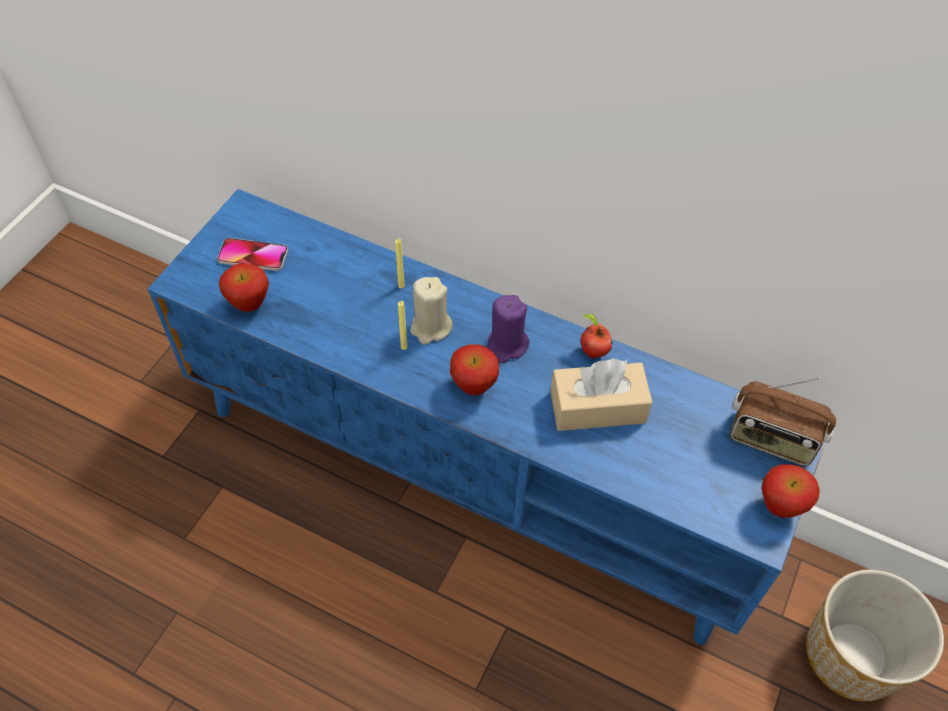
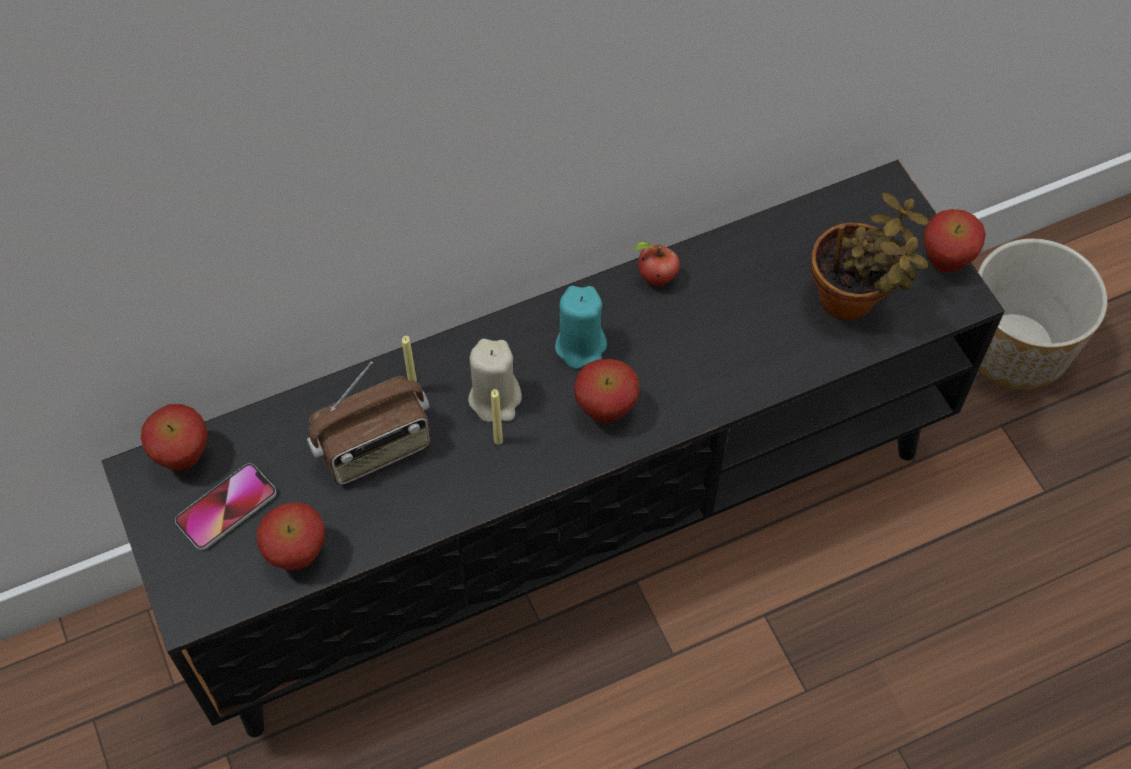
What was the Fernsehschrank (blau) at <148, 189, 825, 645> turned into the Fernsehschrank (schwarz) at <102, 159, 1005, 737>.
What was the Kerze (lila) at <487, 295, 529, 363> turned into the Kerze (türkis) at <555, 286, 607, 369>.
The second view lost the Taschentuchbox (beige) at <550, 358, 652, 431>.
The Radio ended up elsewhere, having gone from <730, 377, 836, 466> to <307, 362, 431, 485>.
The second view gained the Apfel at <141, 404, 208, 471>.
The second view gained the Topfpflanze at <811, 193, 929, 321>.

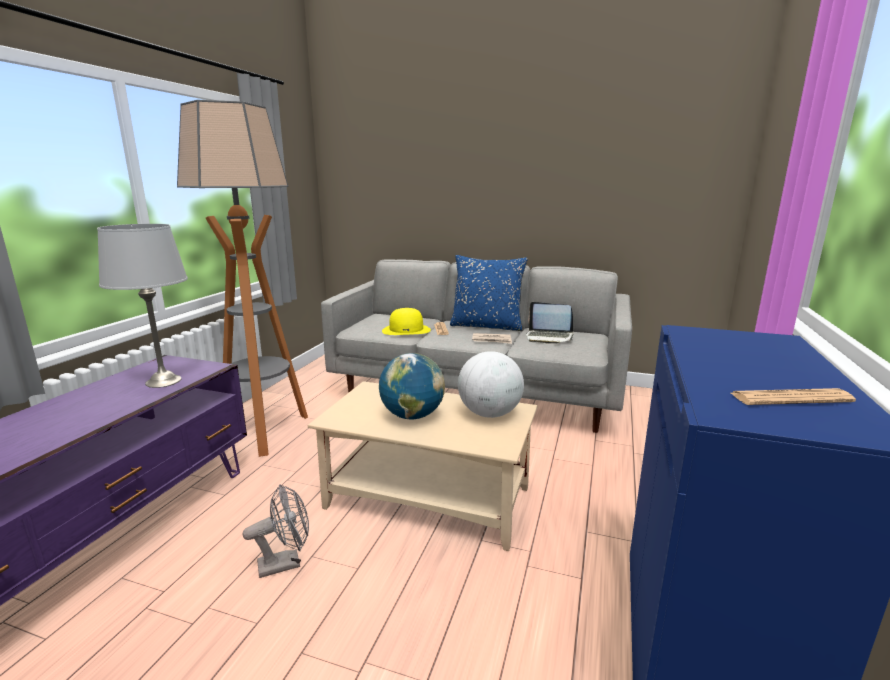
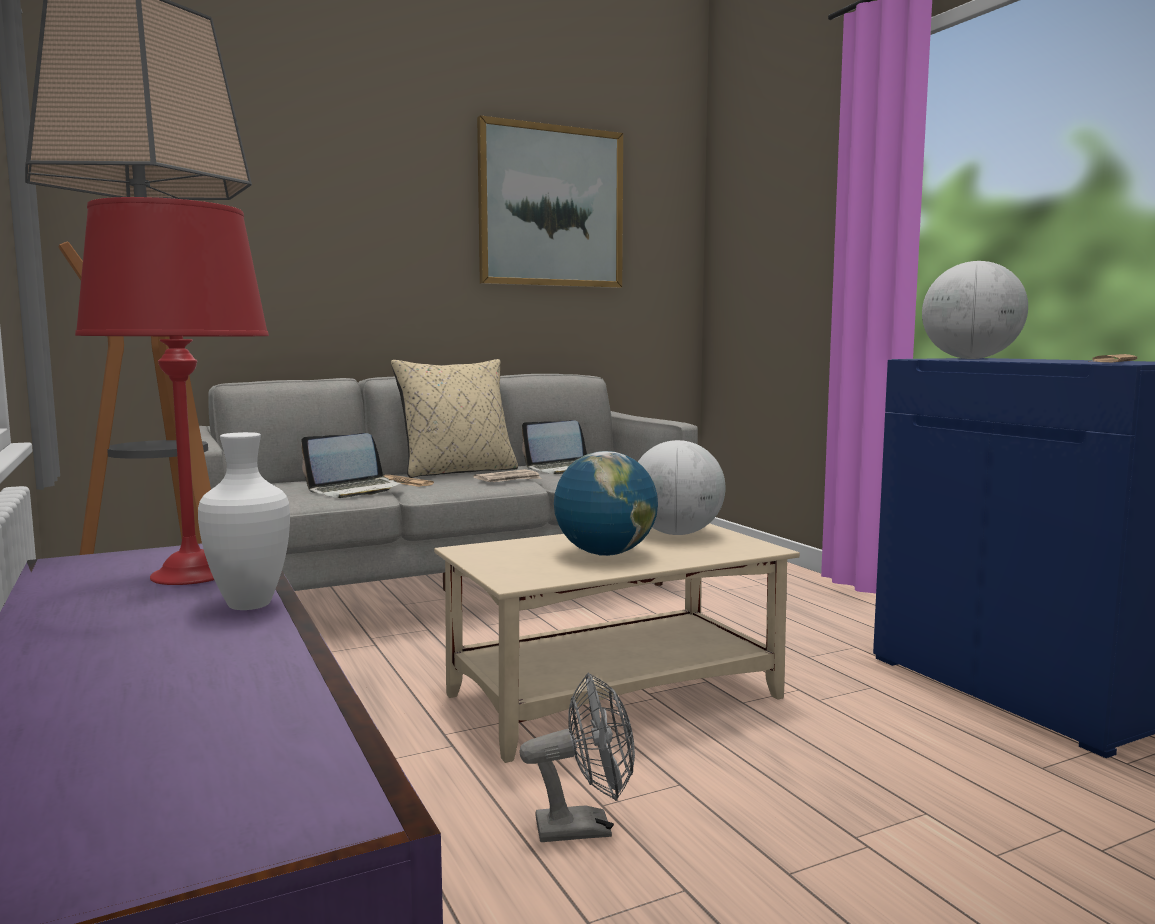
What was the Tischlampe (grau) at <97, 224, 188, 388> turned into the Tischlampe (rot) at <75, 197, 269, 585>.
The Ventilator (grau) at <243, 484, 309, 578> ended up facing another way, 60 degrees clockwise from before.
Where the Hut (gelb) stood at <382, 308, 431, 335>, the Laptop came to stand at <301, 433, 404, 498>.
What was the Kissen (blau) at <450, 255, 528, 331> turned into the Kissen (beige) at <391, 359, 518, 478>.
The second view gained the Vase (weiß) at <198, 432, 290, 610>.
The second view gained the Bild at <477, 115, 623, 288>.
The second view gained the Globus at <922, 261, 1028, 359>.

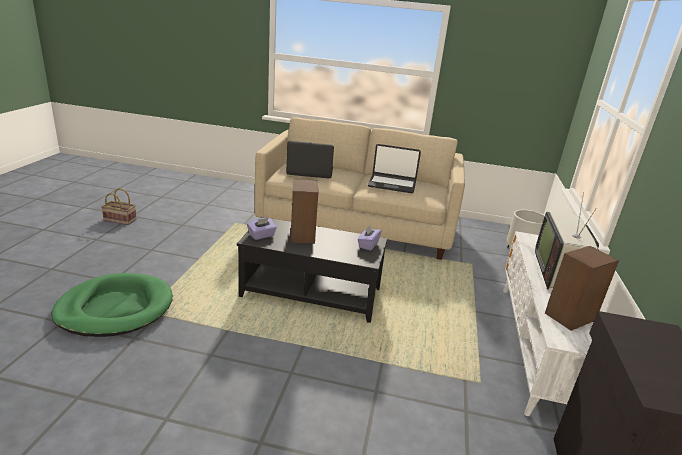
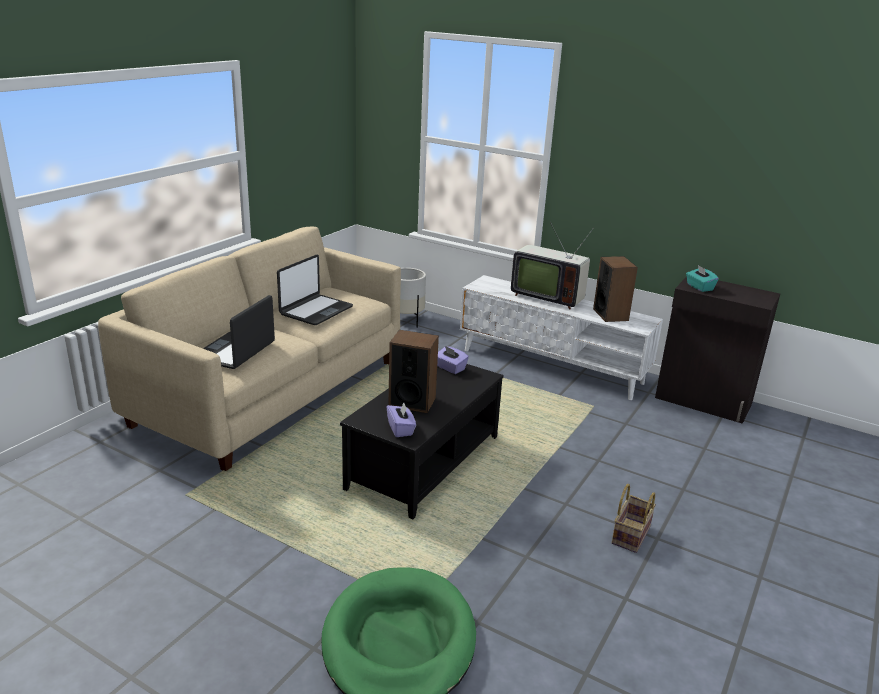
The Korb ended up elsewhere, having gone from <101, 188, 137, 225> to <612, 484, 656, 553>.
The second view gained the Taschentuchbox (türkis) at <686, 265, 719, 292>.

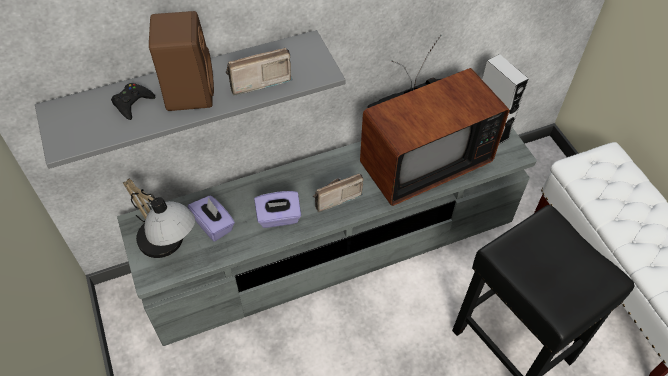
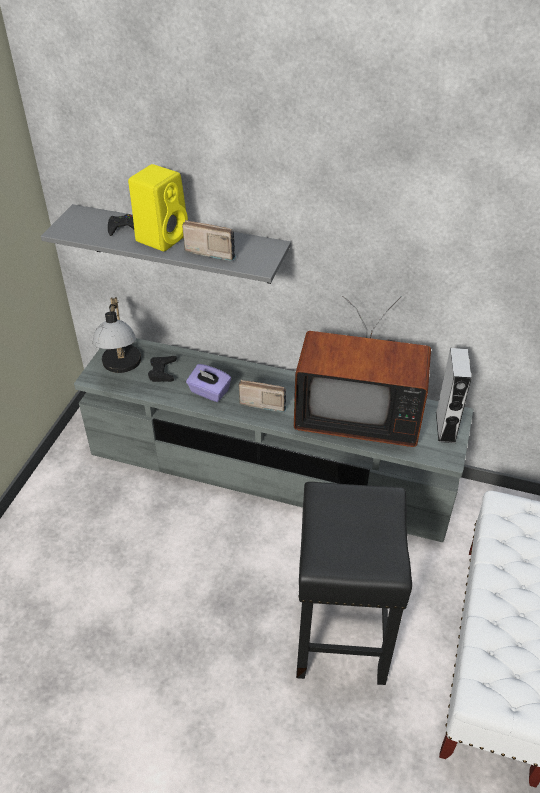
What was the Lautsprecher (braun) at <149, 11, 214, 111> turned into the Lautsprecher (gelb) at <128, 164, 188, 251>.
Where the Taschentuchbox (lila) stood at <188, 195, 235, 242>, the Gamepad (schwarz) came to stand at <148, 356, 177, 382>.

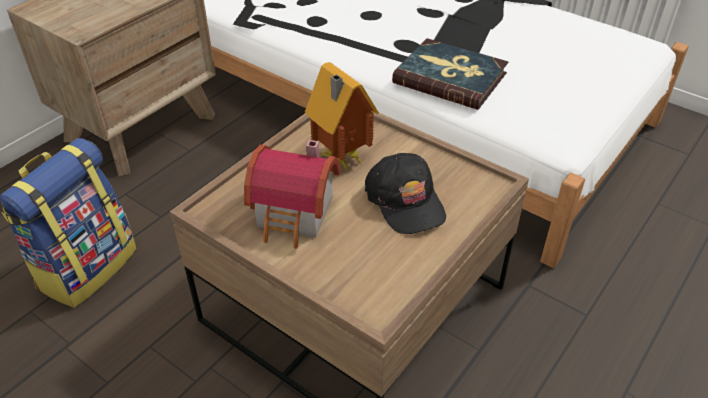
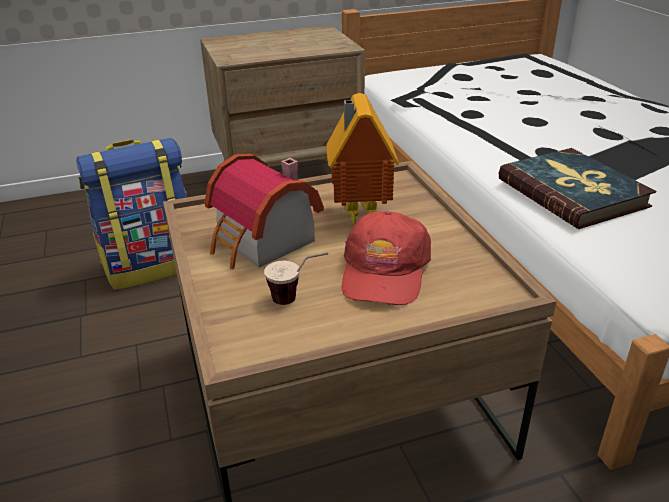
What was the Kappe (schwarz) at <365, 153, 446, 234> turned into the Kappe (rot) at <342, 211, 431, 305>.
The second view gained the Tasse at <264, 253, 328, 305>.

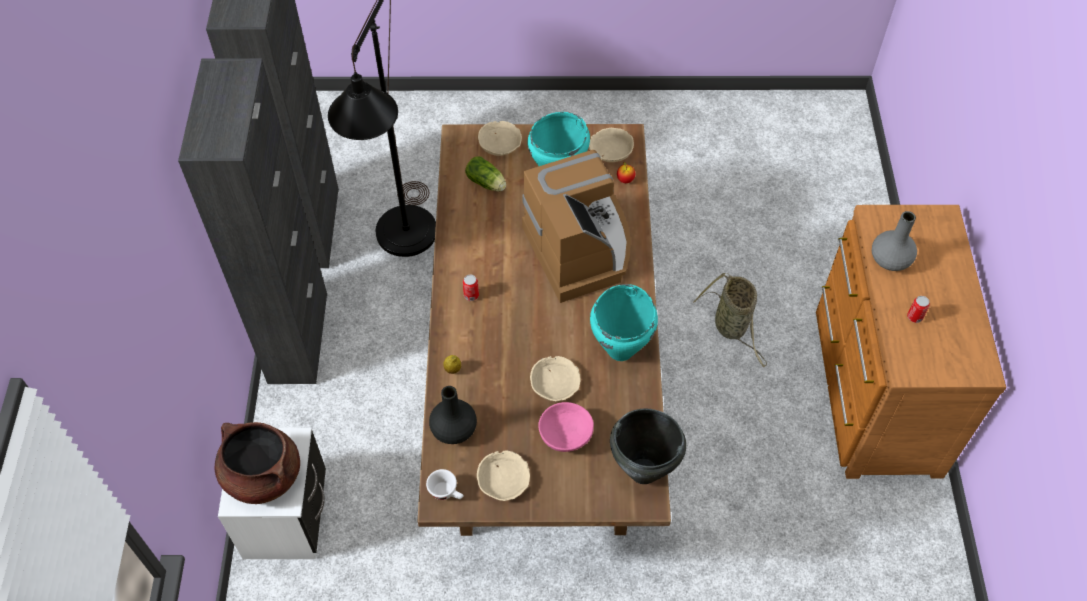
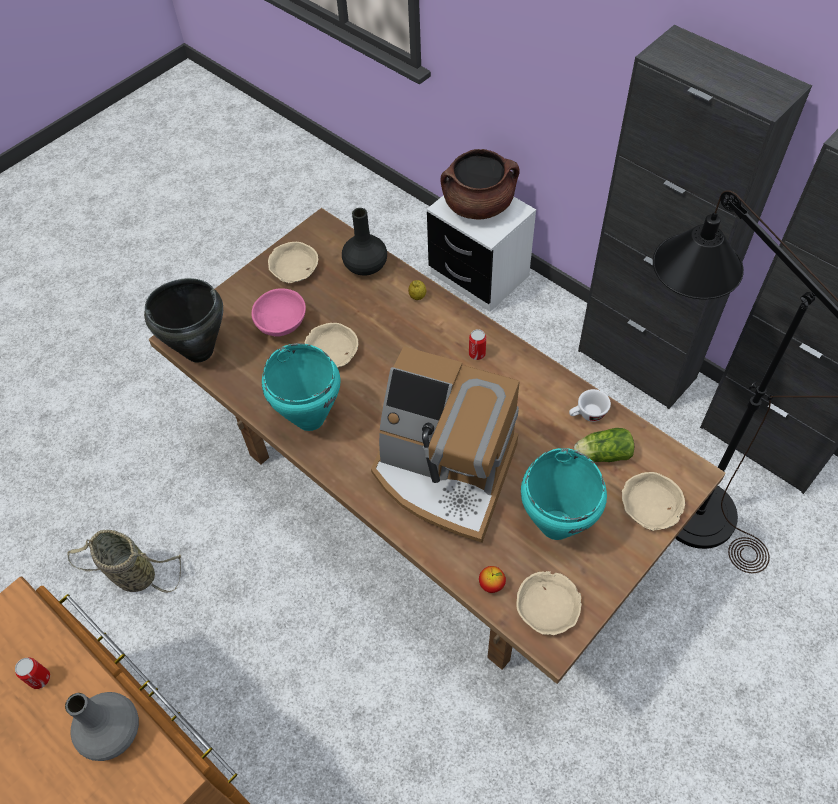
The Tasse (weiß) ended up elsewhere, having gone from <426, 469, 463, 500> to <569, 389, 611, 422>.
The Korb ended up elsewhere, having gone from <693, 273, 767, 367> to <68, 530, 181, 593>.

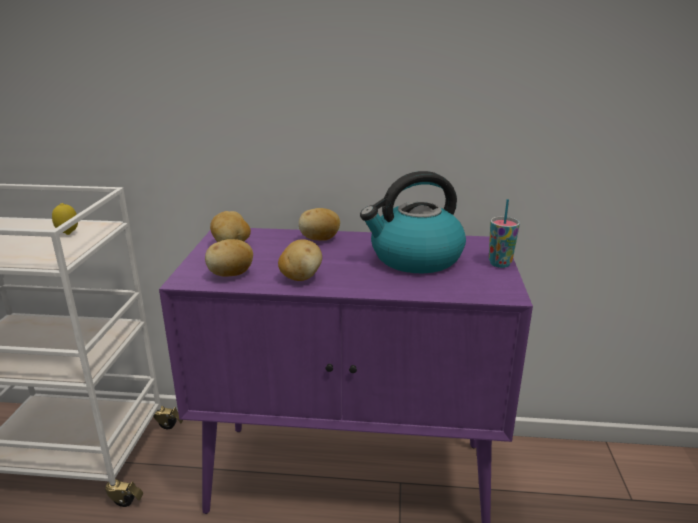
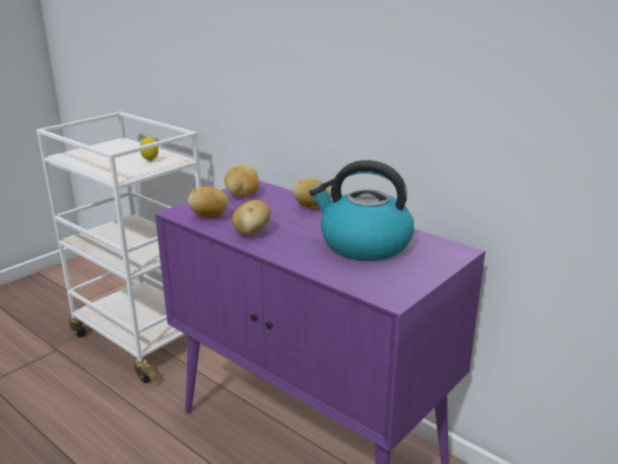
The second view lost the Tasse at <489, 199, 520, 268>.

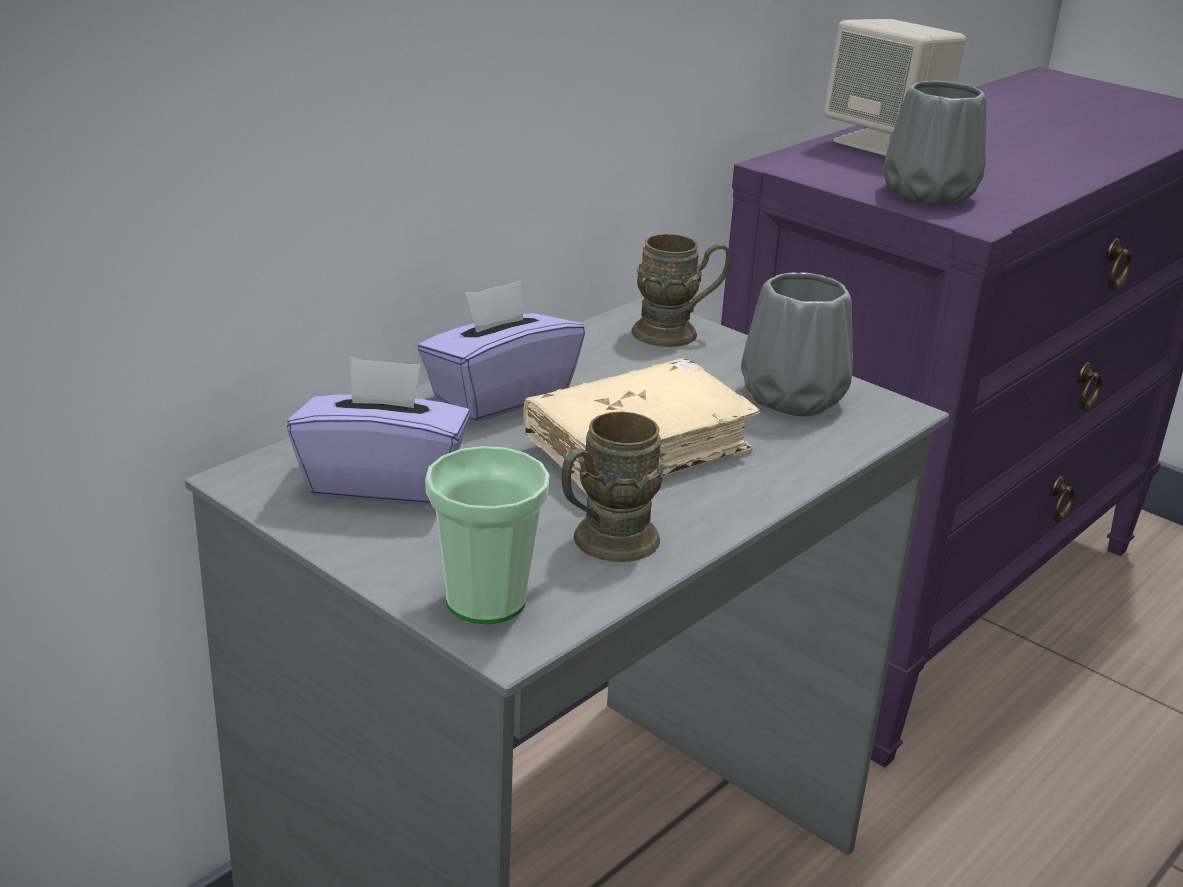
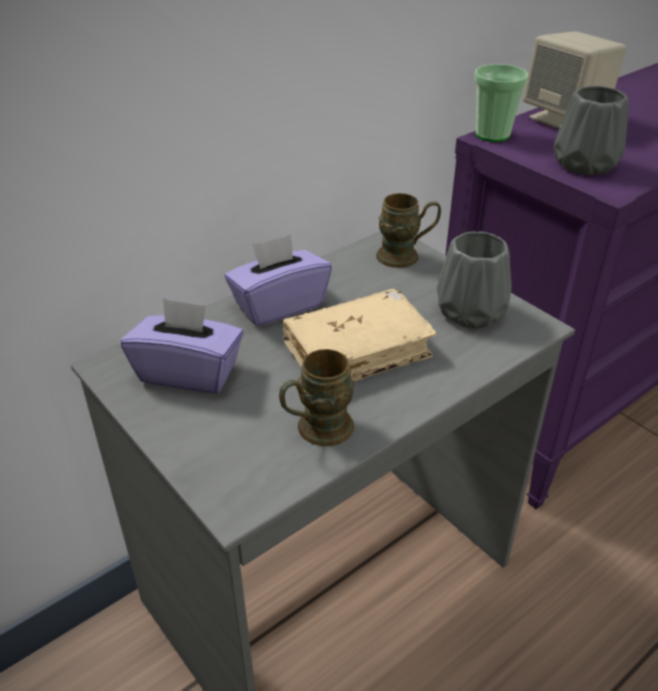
The Tasse ended up elsewhere, having gone from <425, 446, 549, 624> to <474, 64, 528, 142>.

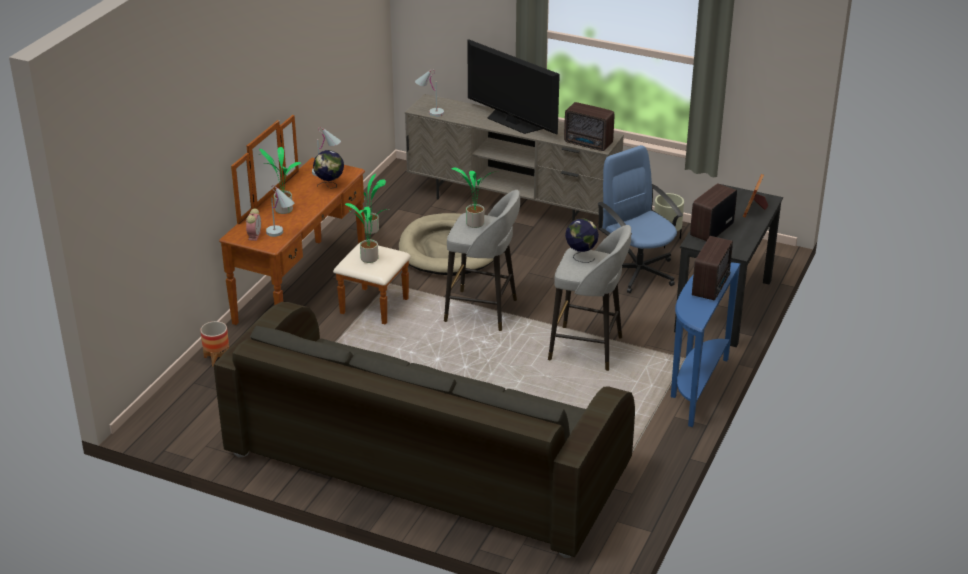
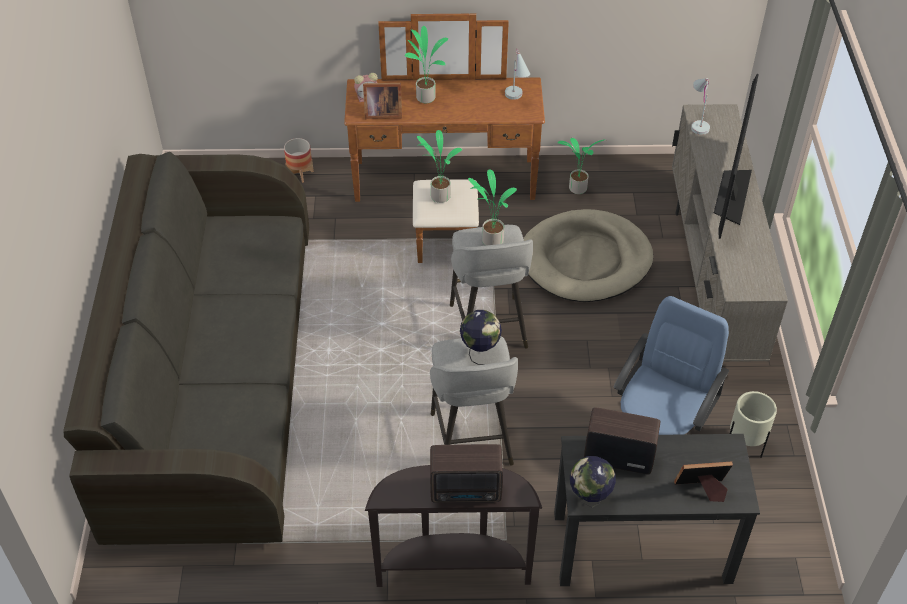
Where the Tischlampe (weiß) stood at <266, 185, 294, 237>, the Bilderrahmen came to stand at <363, 83, 402, 119>.
The Globus ended up elsewhere, having gone from <313, 150, 344, 189> to <570, 456, 616, 508>.
The second view lost the Radio at <564, 102, 614, 151>.
What was the Konsolentisch (blau) at <671, 262, 741, 427> turned into the Konsolentisch (braun) at <365, 465, 542, 587>.

